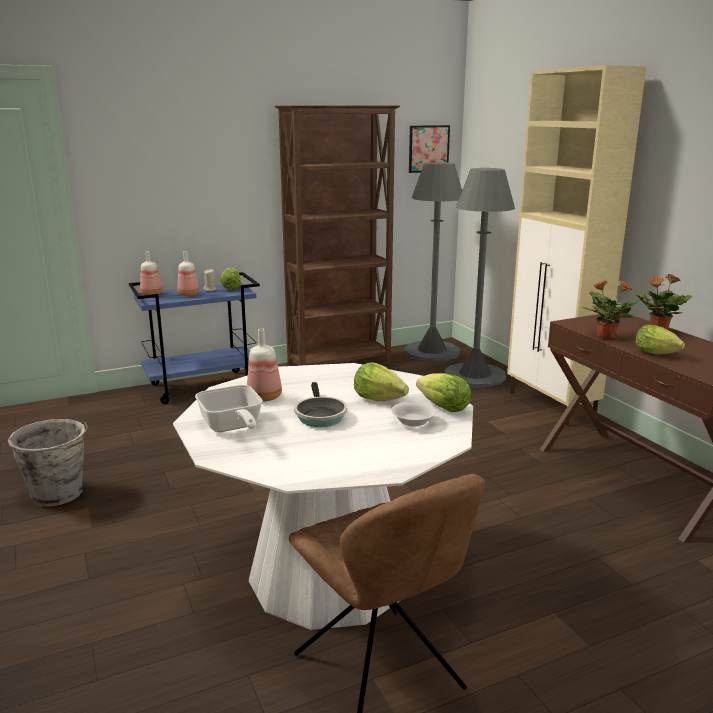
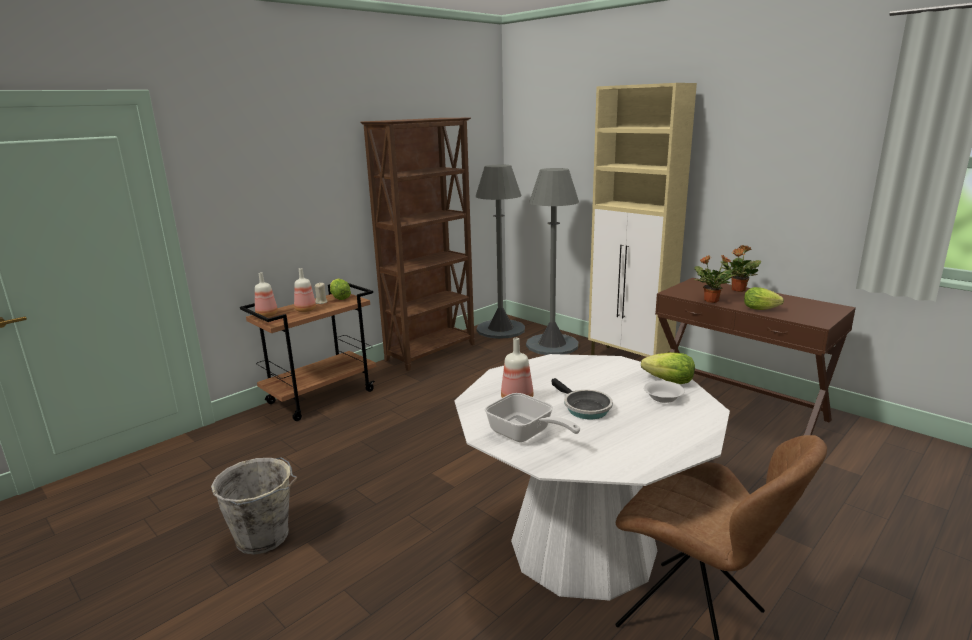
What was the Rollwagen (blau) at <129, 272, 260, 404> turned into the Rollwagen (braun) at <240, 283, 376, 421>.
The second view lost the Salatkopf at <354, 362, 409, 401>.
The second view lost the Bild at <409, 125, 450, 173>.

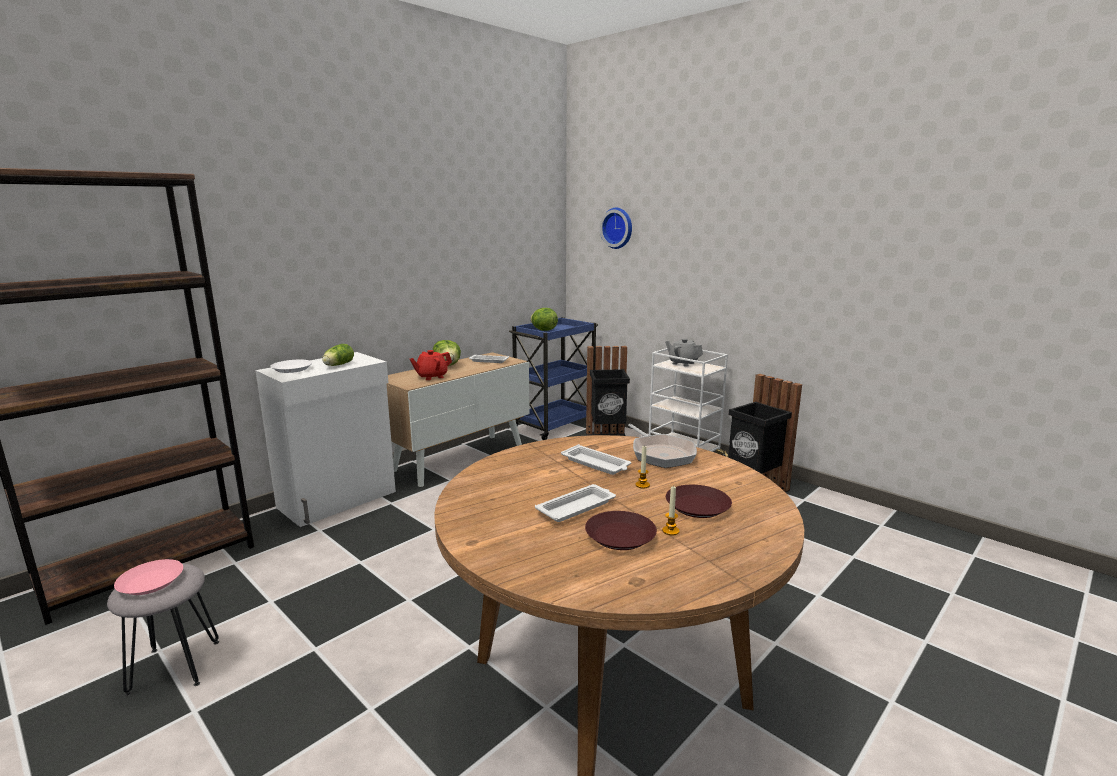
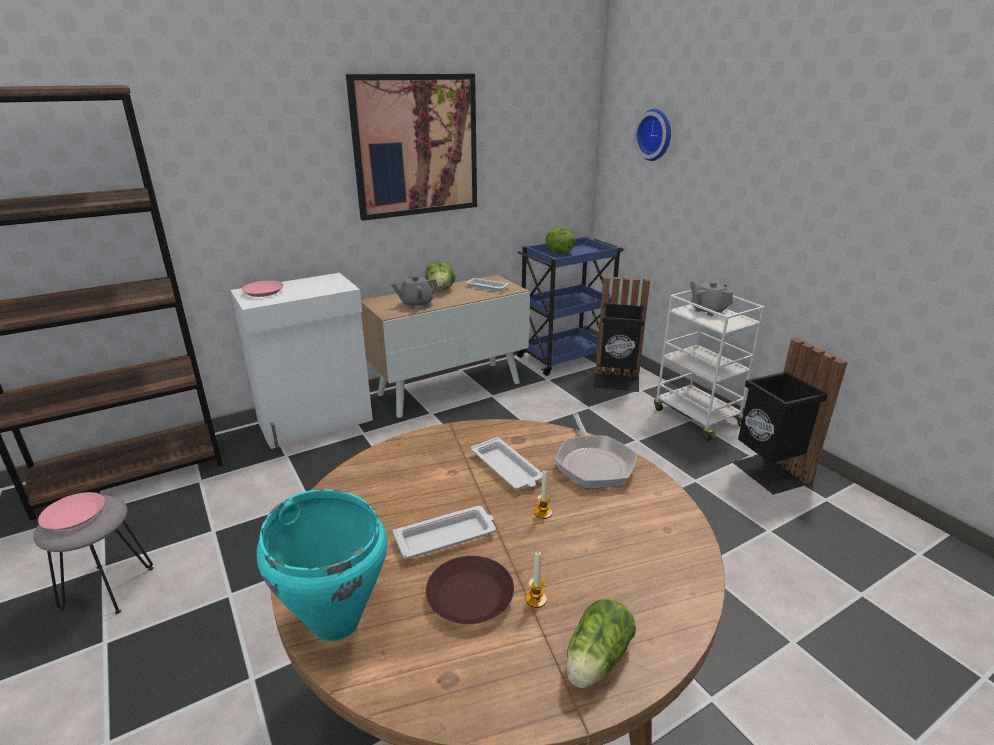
What was the Teller (weiß) at <270, 360, 312, 373> turned into the Teller (rosa) at <241, 281, 284, 297>.
The Salatkopf ended up elsewhere, having gone from <322, 344, 354, 366> to <566, 598, 636, 688>.
What was the Teekanne (rot) at <410, 350, 452, 380> turned into the Teekanne (grau) at <391, 275, 439, 309>.
The second view lost the Teller (braun) at <666, 485, 732, 518>.
The second view gained the Kochtopf (türkis) at <257, 489, 387, 641>.
The second view gained the Bild at <346, 74, 477, 221>.

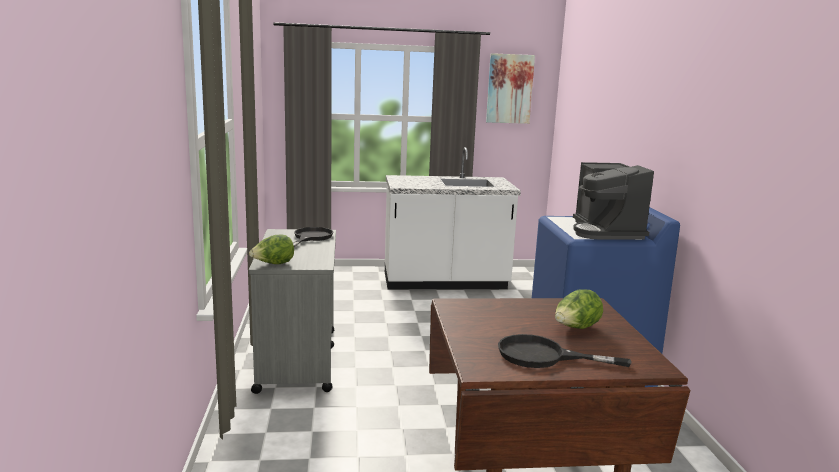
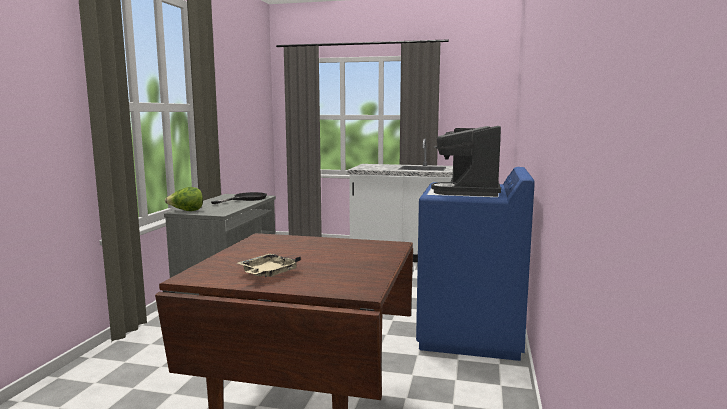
The second view lost the Bild at <486, 53, 535, 124>.
Where the Pfanne (schwarz) stood at <498, 334, 632, 368>, the Tablett (beige) came to stand at <238, 254, 301, 277>.
The second view lost the Salatkopf at <555, 289, 603, 329>.

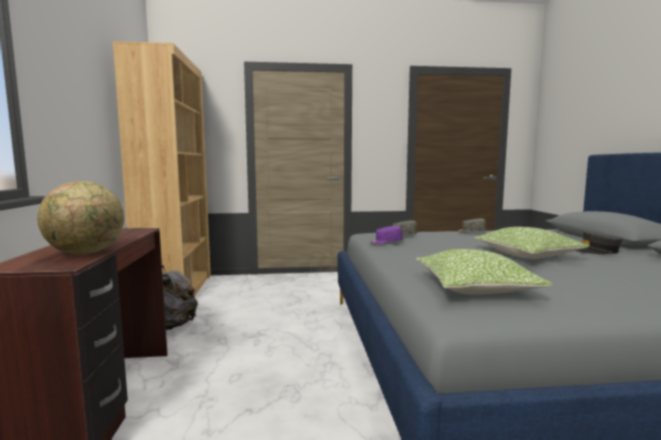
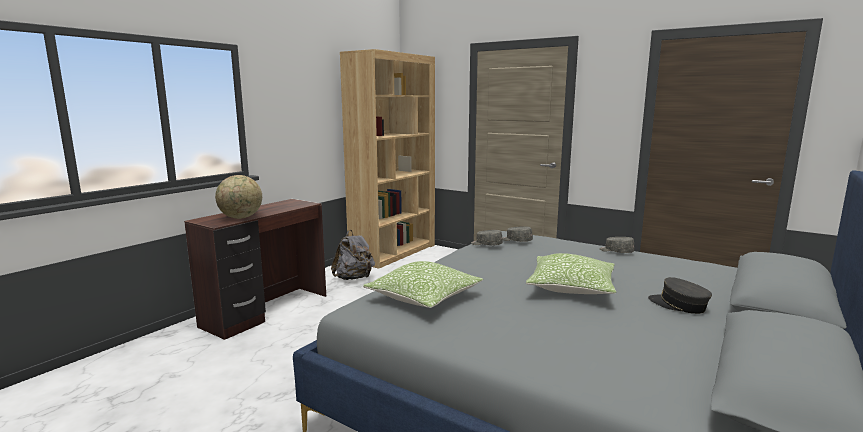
What was the Kappe (lila) at <370, 226, 402, 244> turned into the Kappe (grau) at <471, 230, 503, 245>.

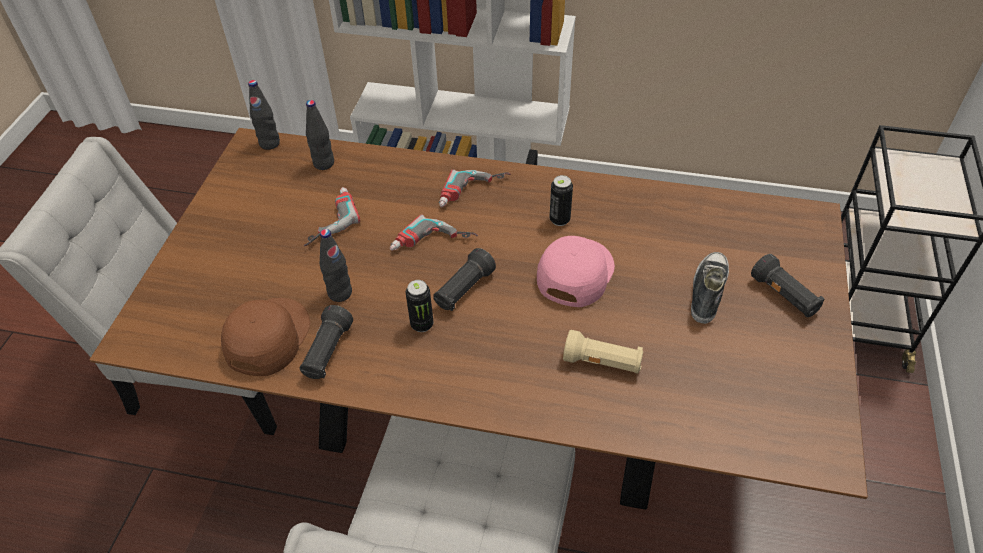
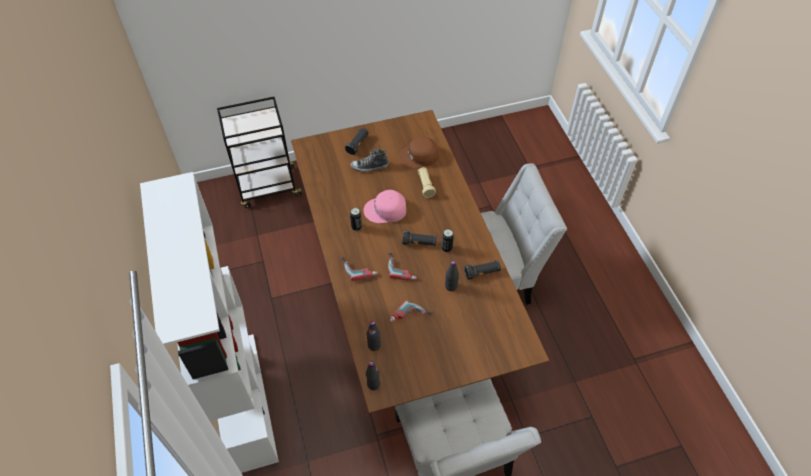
The Kappe (braun) ended up elsewhere, having gone from <221, 298, 310, 376> to <398, 136, 438, 168>.

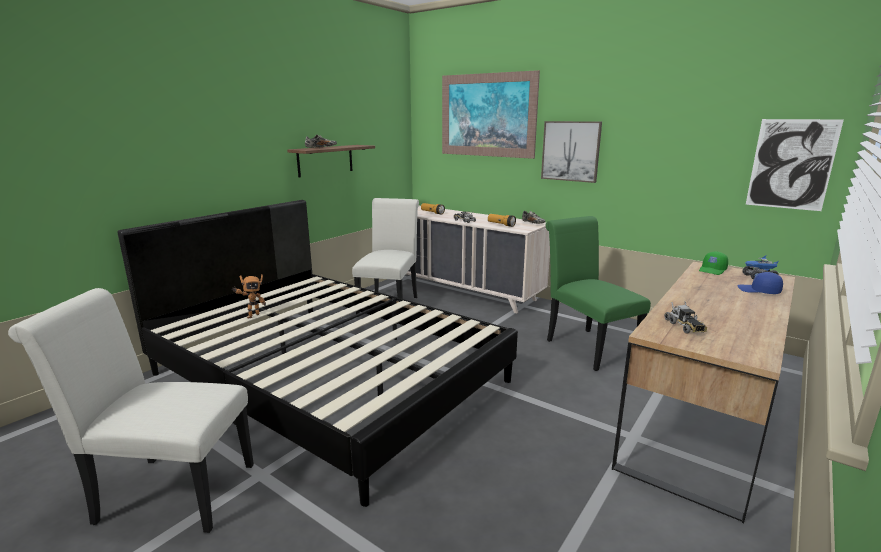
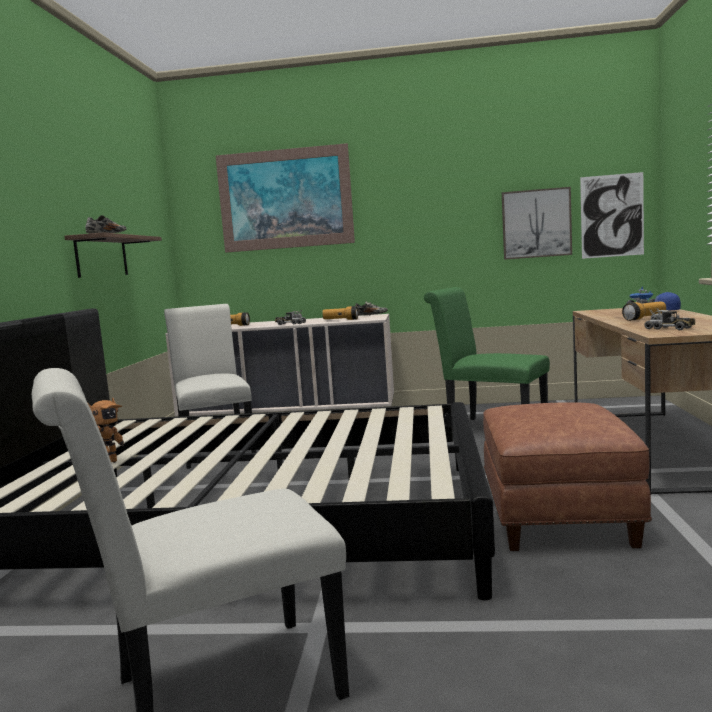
The Bild ended up elsewhere, having gone from <541, 121, 602, 183> to <502, 187, 572, 260>.
The second view lost the Kappe (grün) at <699, 252, 728, 275>.
The second view gained the Polsterhocker (braun) at <483, 402, 652, 551>.
The second view gained the Taschenlampe at <622, 302, 666, 321>.

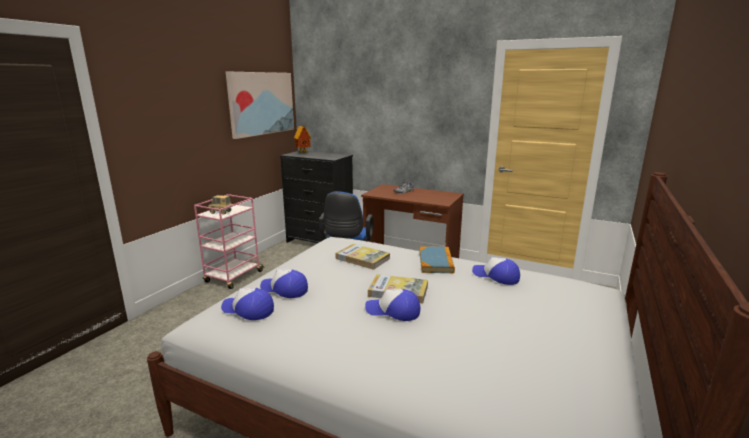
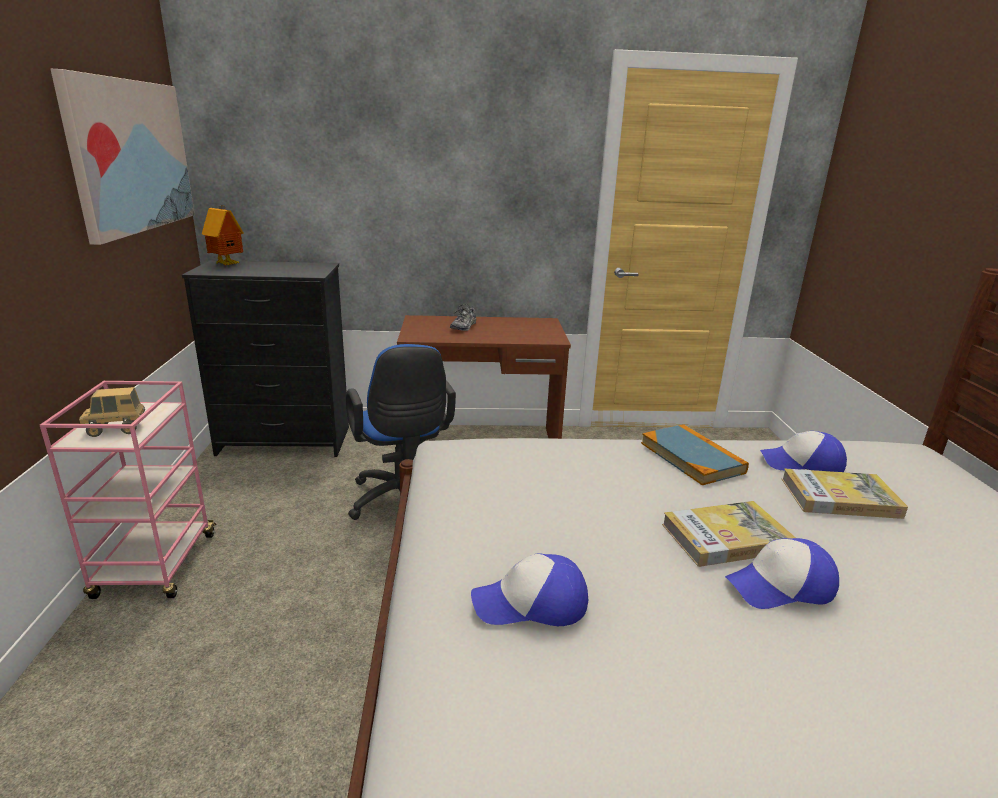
The second view lost the Kappe at <221, 288, 274, 320>.
The Buch ended up elsewhere, having gone from <335, 244, 390, 270> to <782, 468, 908, 519>.

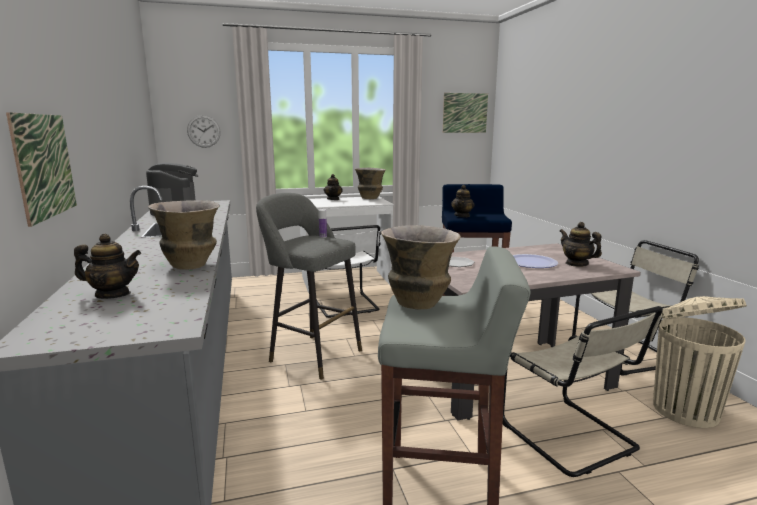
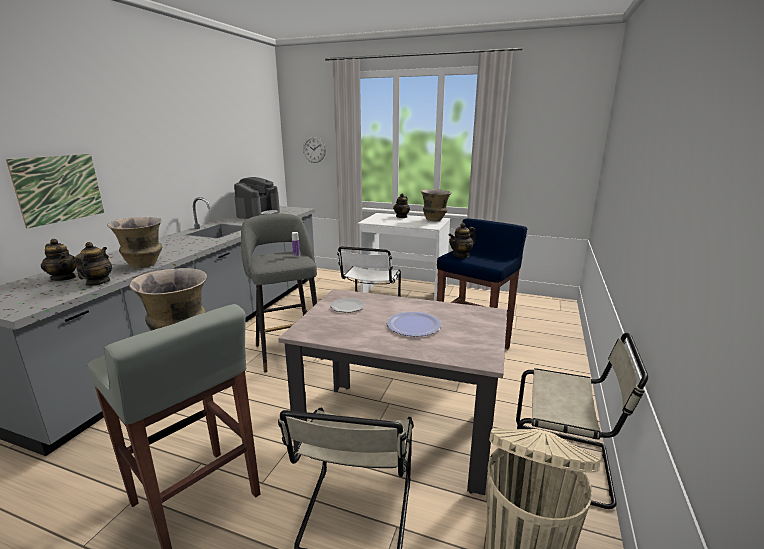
The second view lost the Bild at <443, 93, 488, 133>.
The Teekanne ended up elsewhere, having gone from <559, 222, 602, 267> to <75, 242, 112, 286>.

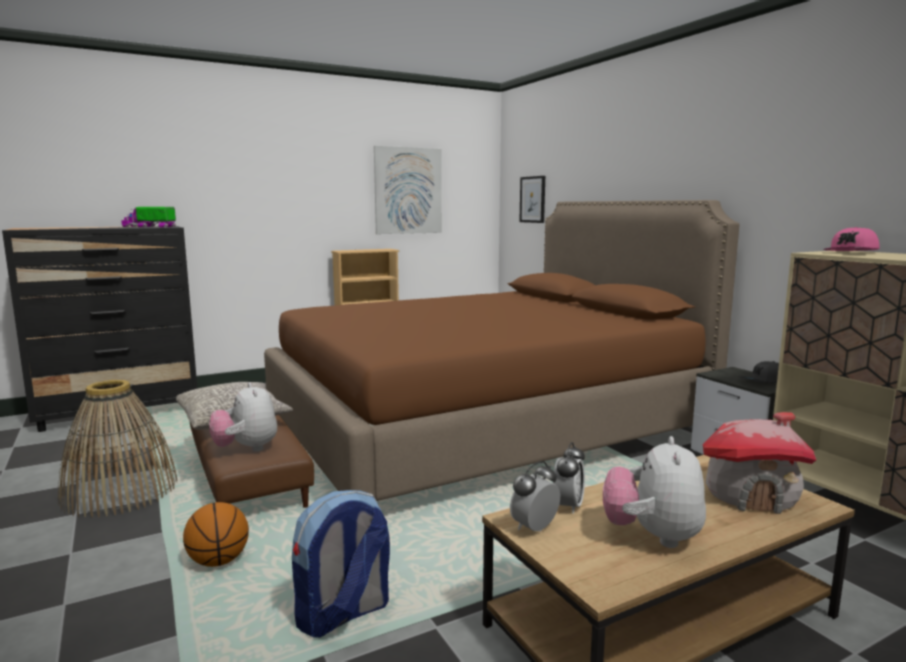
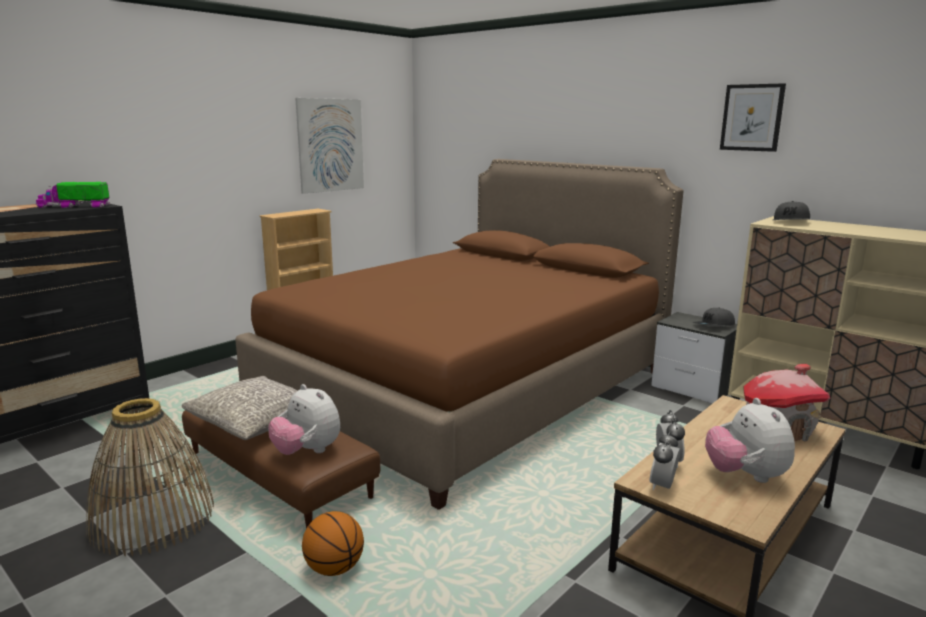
The second view lost the Rucksack at <292, 490, 390, 638>.
The Bild ended up elsewhere, having gone from <519, 176, 545, 223> to <720, 83, 786, 152>.
What was the Kappe (rosa) at <823, 227, 880, 251> turned into the Kappe (grau) at <773, 201, 810, 220>.

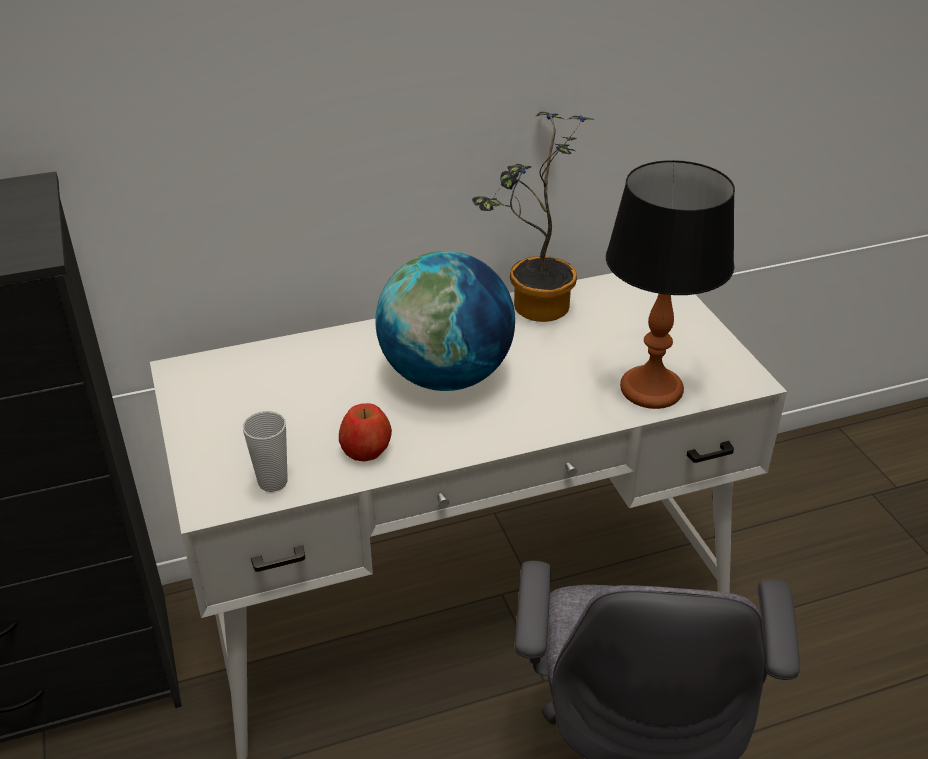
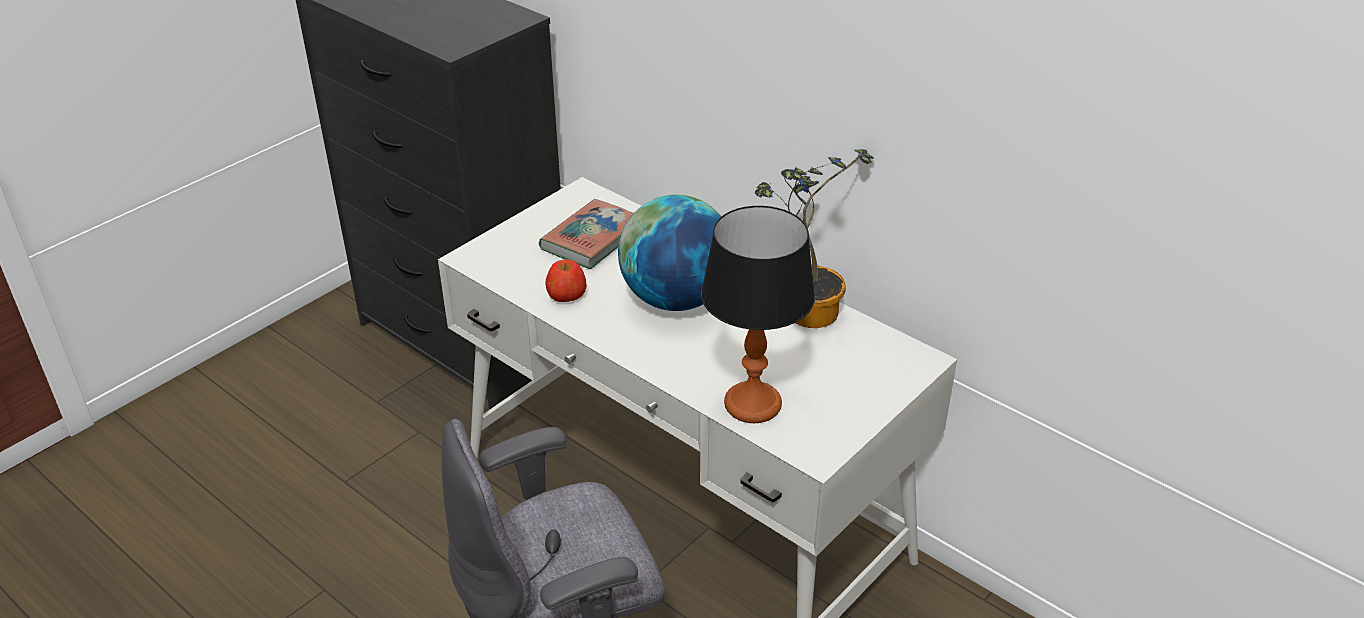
The second view lost the Tasse at <243, 411, 288, 492>.
The second view gained the Buch at <539, 199, 633, 269>.

